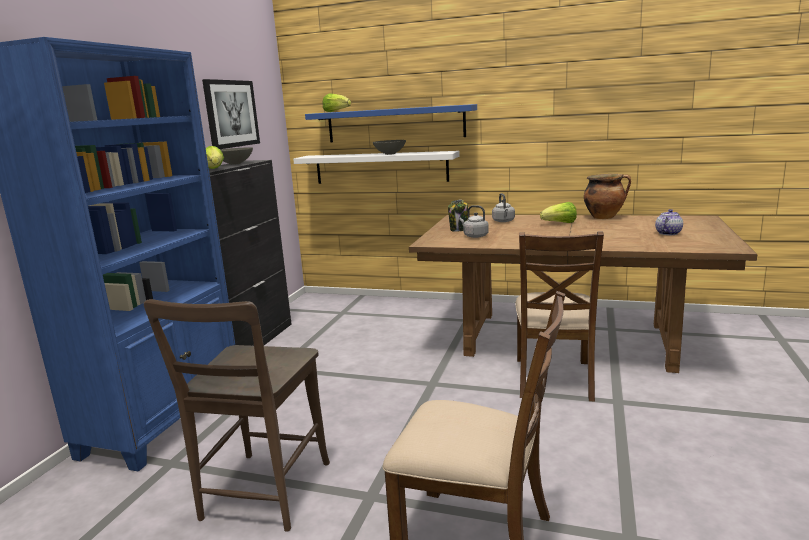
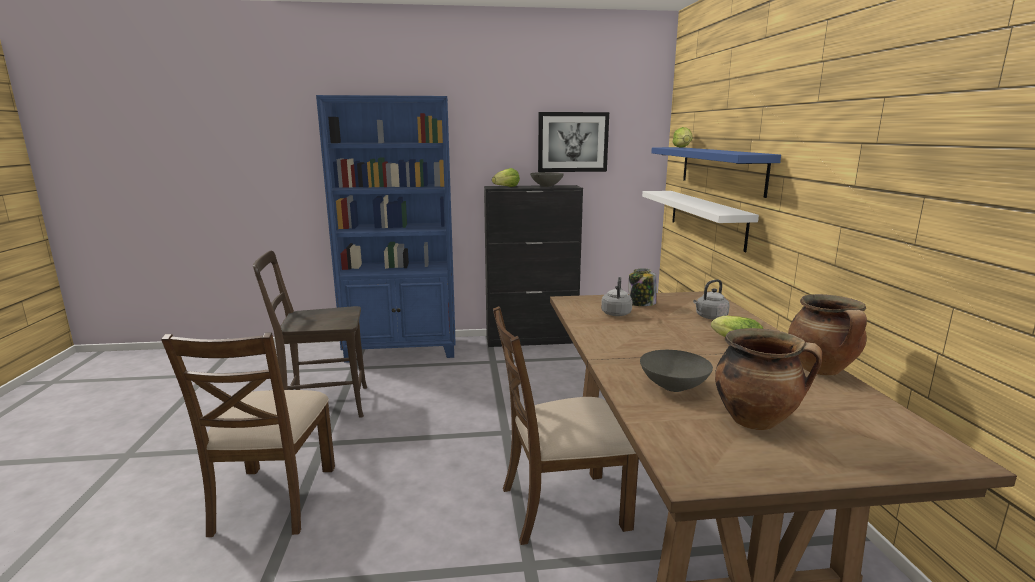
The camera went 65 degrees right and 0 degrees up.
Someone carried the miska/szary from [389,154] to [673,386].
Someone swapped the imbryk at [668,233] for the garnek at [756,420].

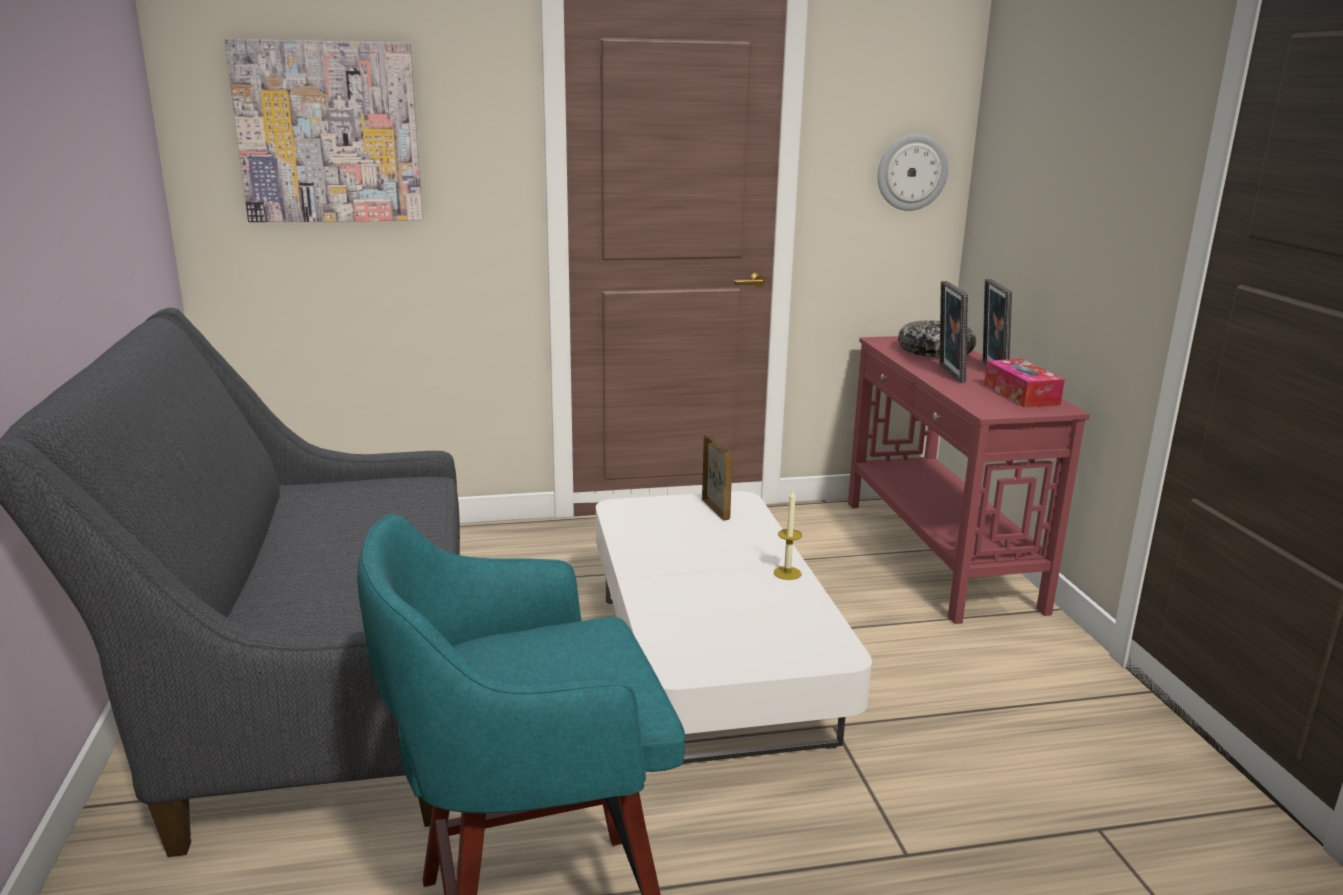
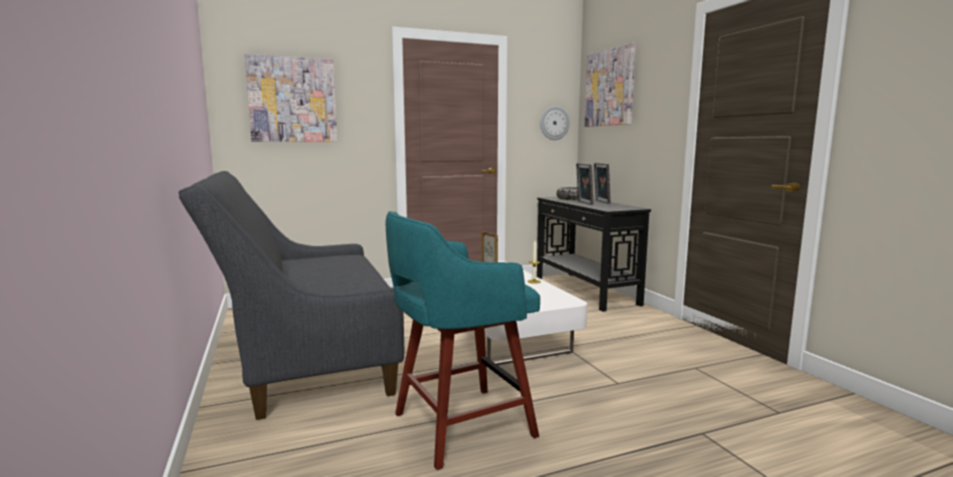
The camera went 10 degrees left and 10 degrees down.
Someone repainted the stolik konsolowy/czerwony at [938,554], which became the stolik konsolowy/czarny at [584,290].
Someone put up the obraz at [610,88].
Someone took away the pudełko chusteczek at [1021,394].

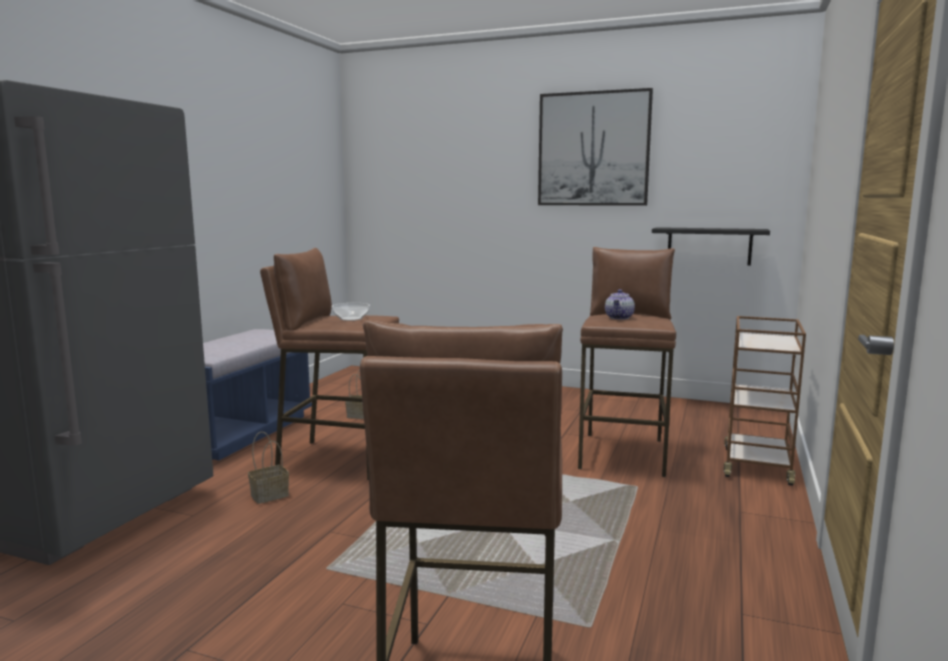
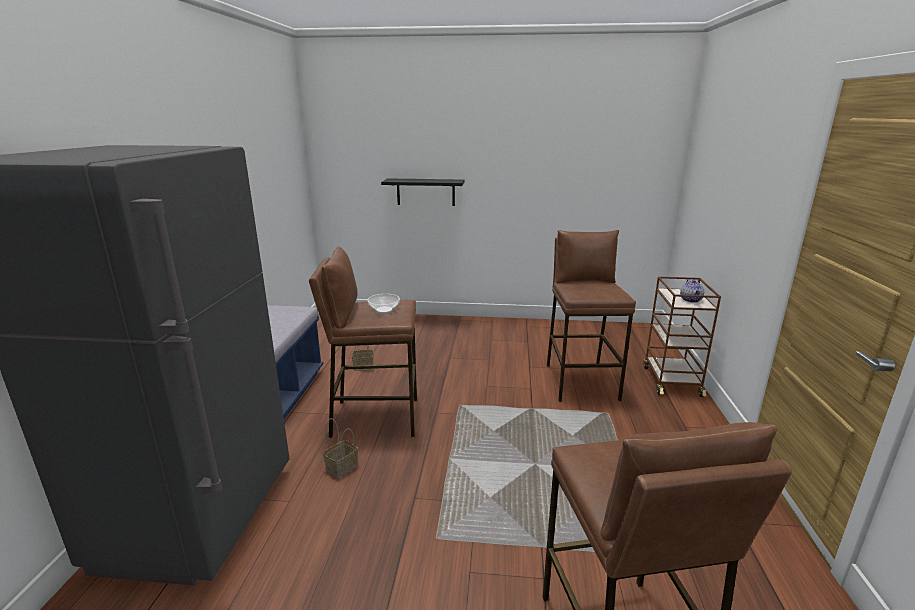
The camera went 15 degrees left and 10 degrees up.
Someone carried the półka/czarny from [709,246] to [425,192].
Someone carried the imbryk from [619,317] to [691,300].
Someone took away the obraz at [593,149].

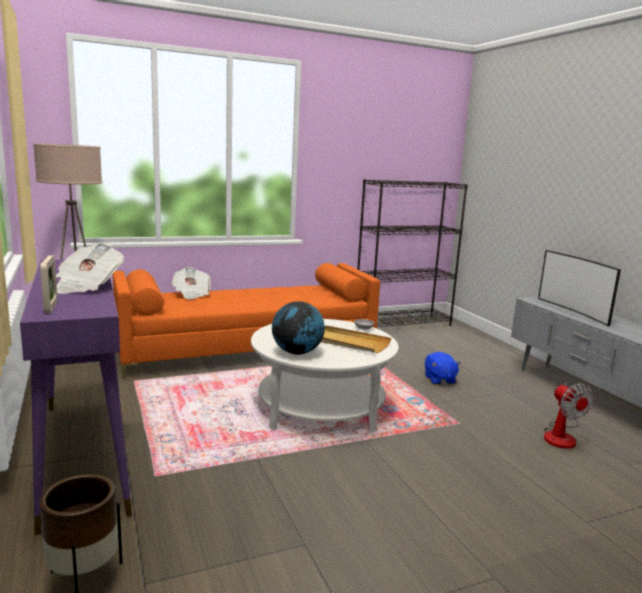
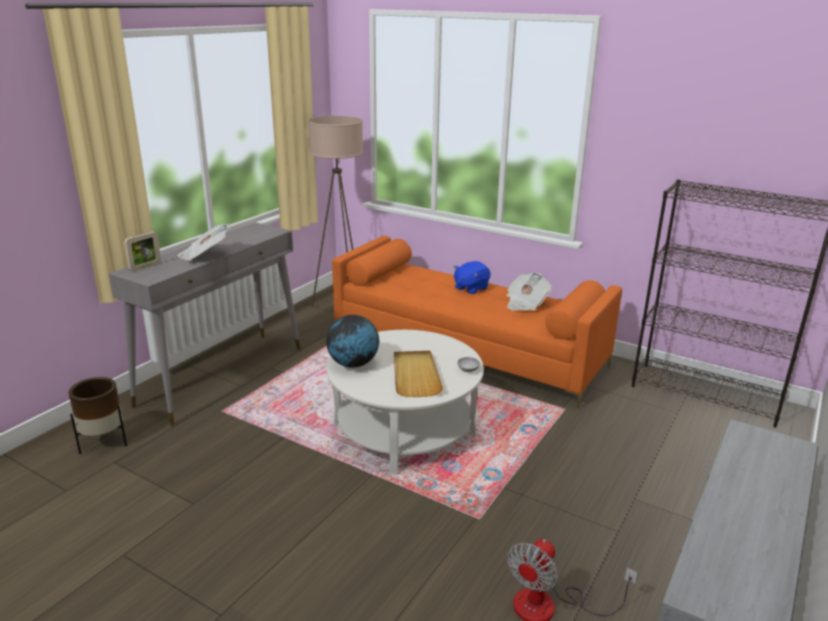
The camera went 55 degrees right and 10 degrees up.
Someone repainted the stolik konsolowy/fioletowy at [83,453], which became the stolik konsolowy/szary at [223,375].
Someone carried the pluszak/niebieski from [439,380] to [470,288].
Someone carried the gazeta from [191,294] to [525,303].
Someone took away the telewizor at [574,311].

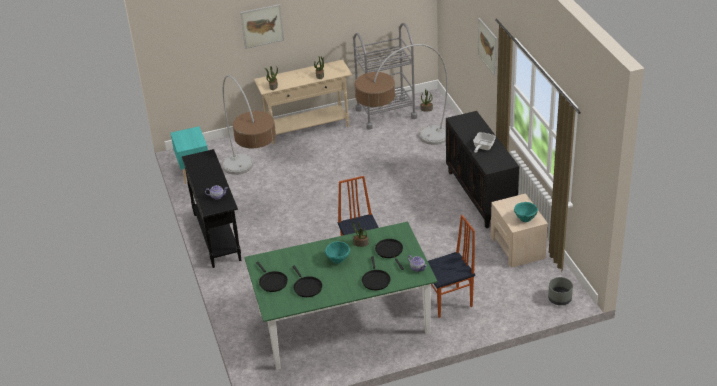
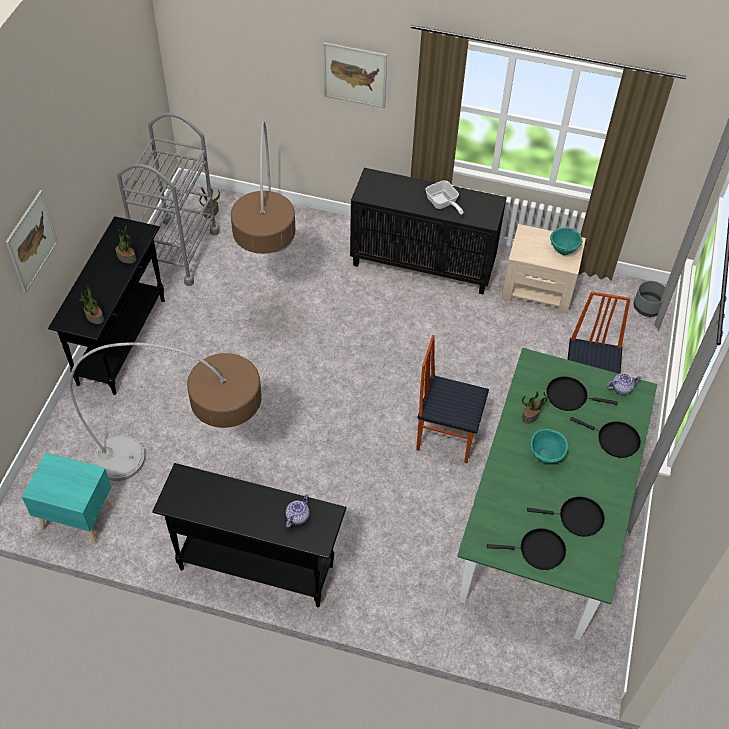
The camera went 60 degrees left and 15 degrees up.
Someone repainted the stolik konsolowy/beżowy at [308,129], which became the stolik konsolowy/czarny at [122,341].

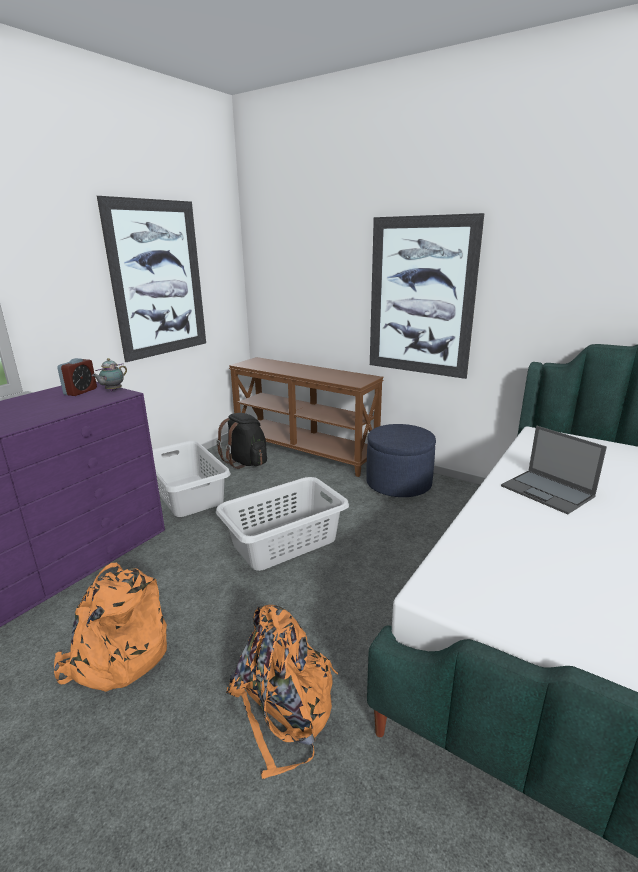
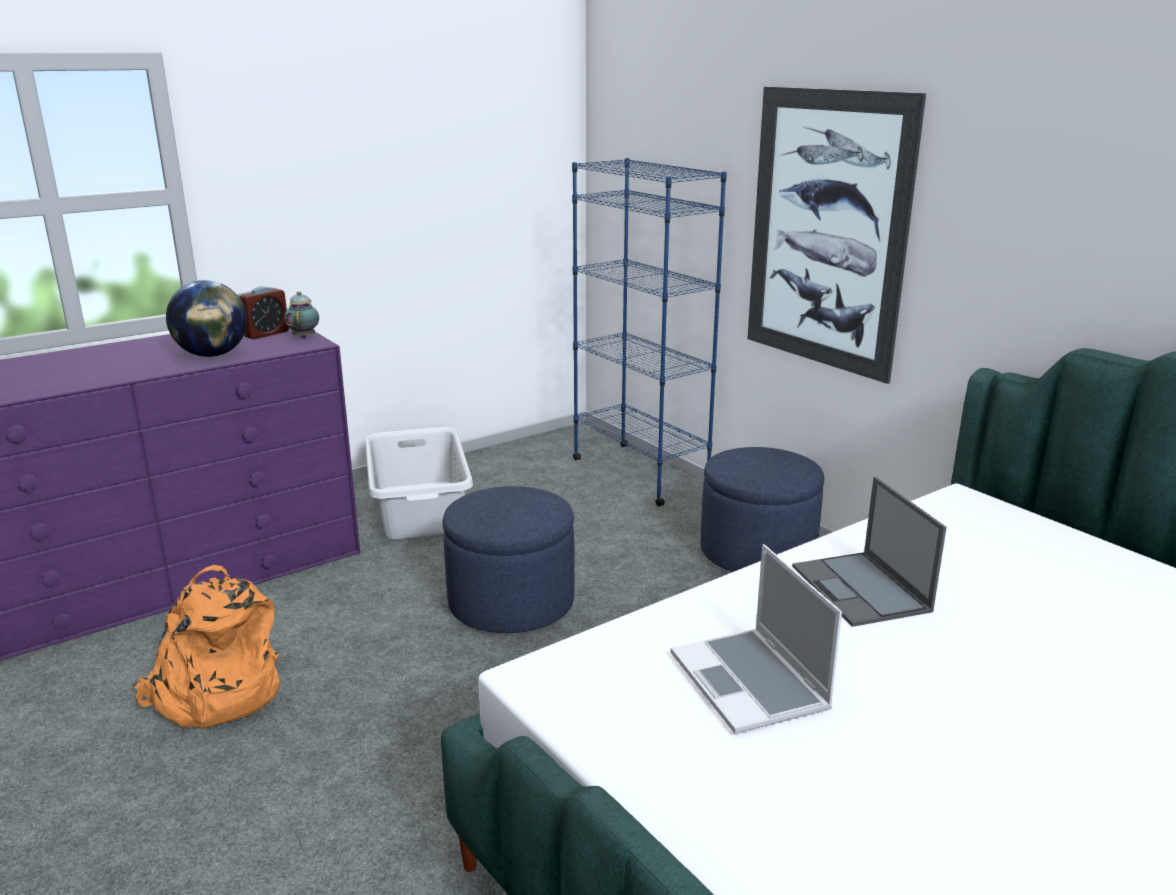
The camera went 20 degrees right and 0 degrees up.
Someone put down the globus at [212,355].
Someone rotated the imbryk at [112,390] by 120 degrees clockwise.
Someone swapped the kosz na pranie/szary at [283,541] for the pufa/niebieski at [511,602].
Someone swapped the stolik konsolowy/brązowy at [305,451] for the regał/niebieski at [640,473].
Someone put down the laptop at [751,683].
Someone took away the obraz at [158,279].
Someone took away the plecak/czarny at [246,462].
Someone took away the plecak/pomarańczowy at [284,708].

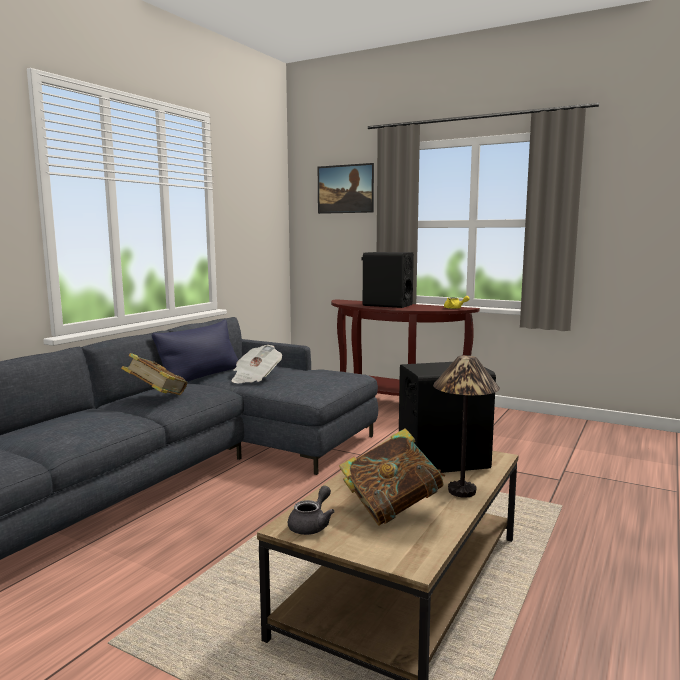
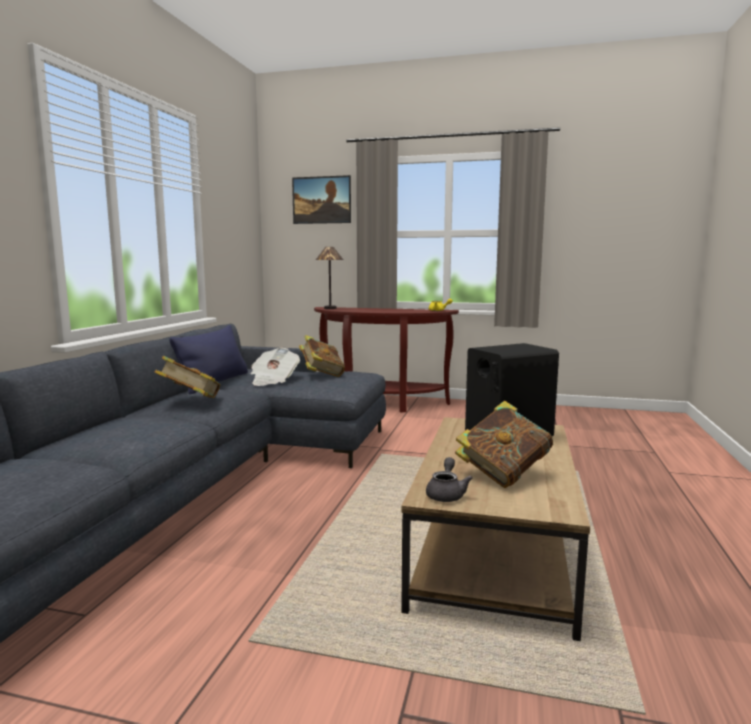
The camera went 15 degrees left and 0 degrees up.
Someone put down the książka at [321,375].
Someone carried the lampa stołowa from [461,491] to [330,308].
Someone took away the głośnik/czarny at [387,305].

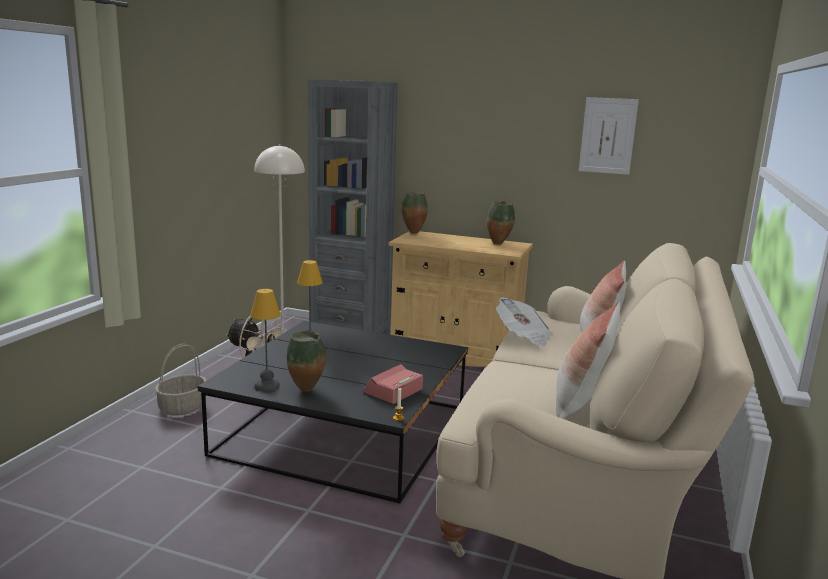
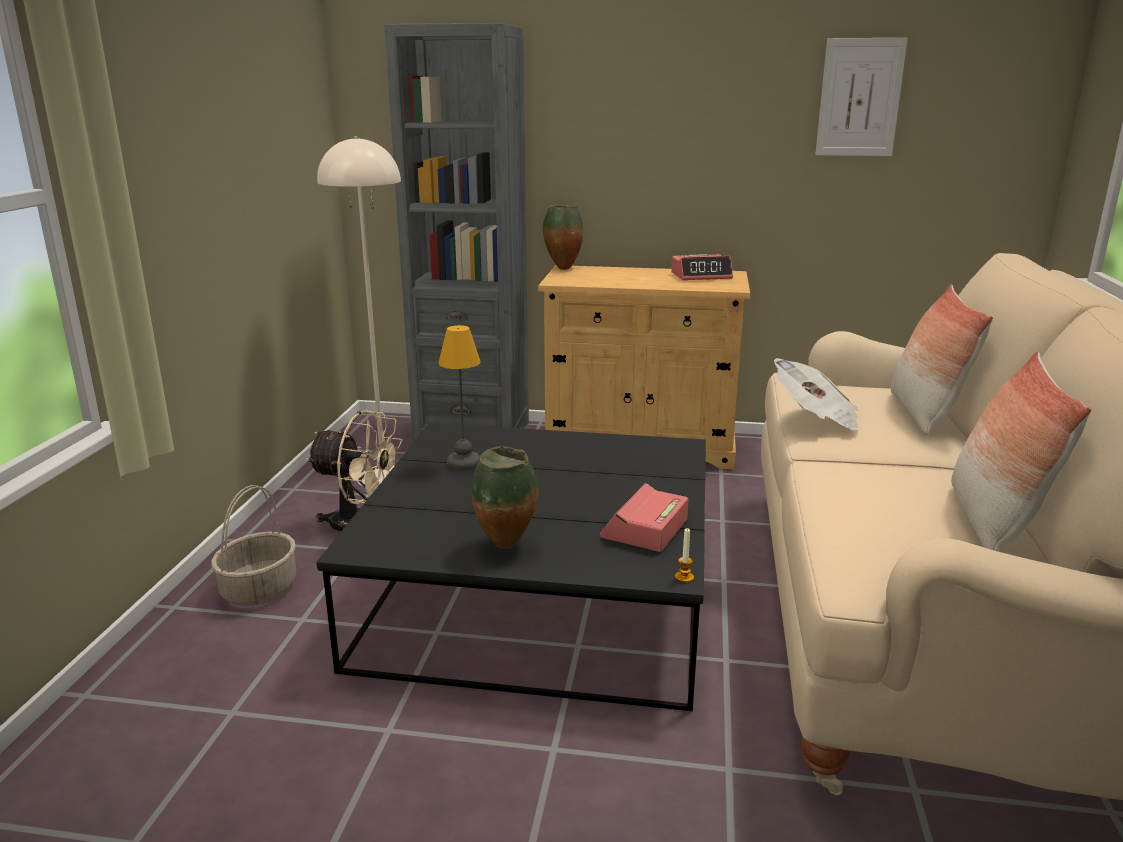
The camera went 10 degrees left and 5 degrees up.
Someone swapped the wazon at [499,244] for the budzik at [701,276].
Someone took away the lampa stołowa at [266,386].

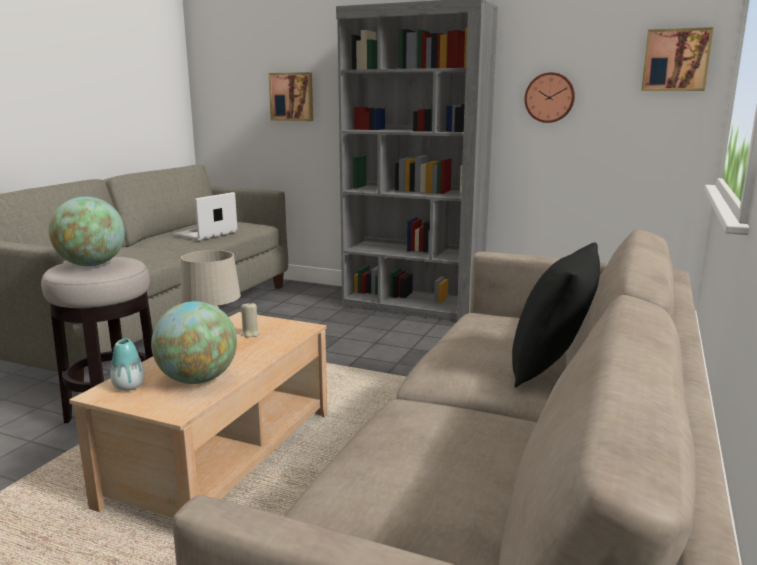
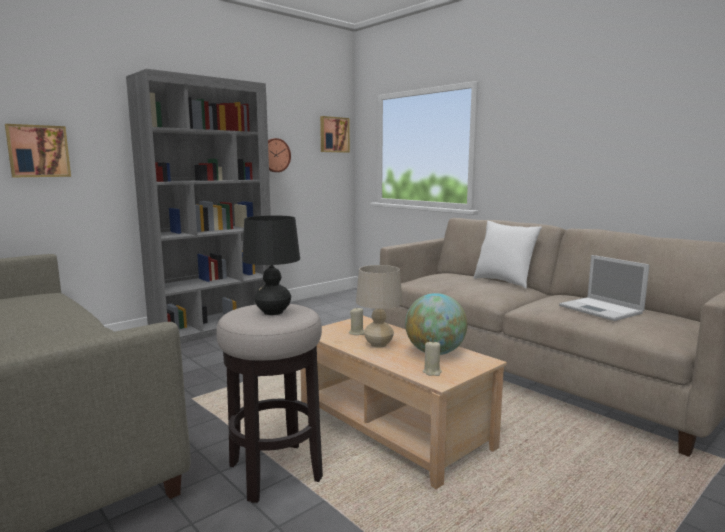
The camera went 65 degrees left and 5 degrees down.
Someone swapped the globus at [92,265] for the lampa stołowa/czarny at [273,312].
Someone swapped the wazon at [129,386] for the świeca/beżowy at [432,372].
Someone repainted the poduszka/czarny at [551,368], which became the poduszka/biały at [504,282].
Someone carried the laptop from [204,234] to [602,310].

